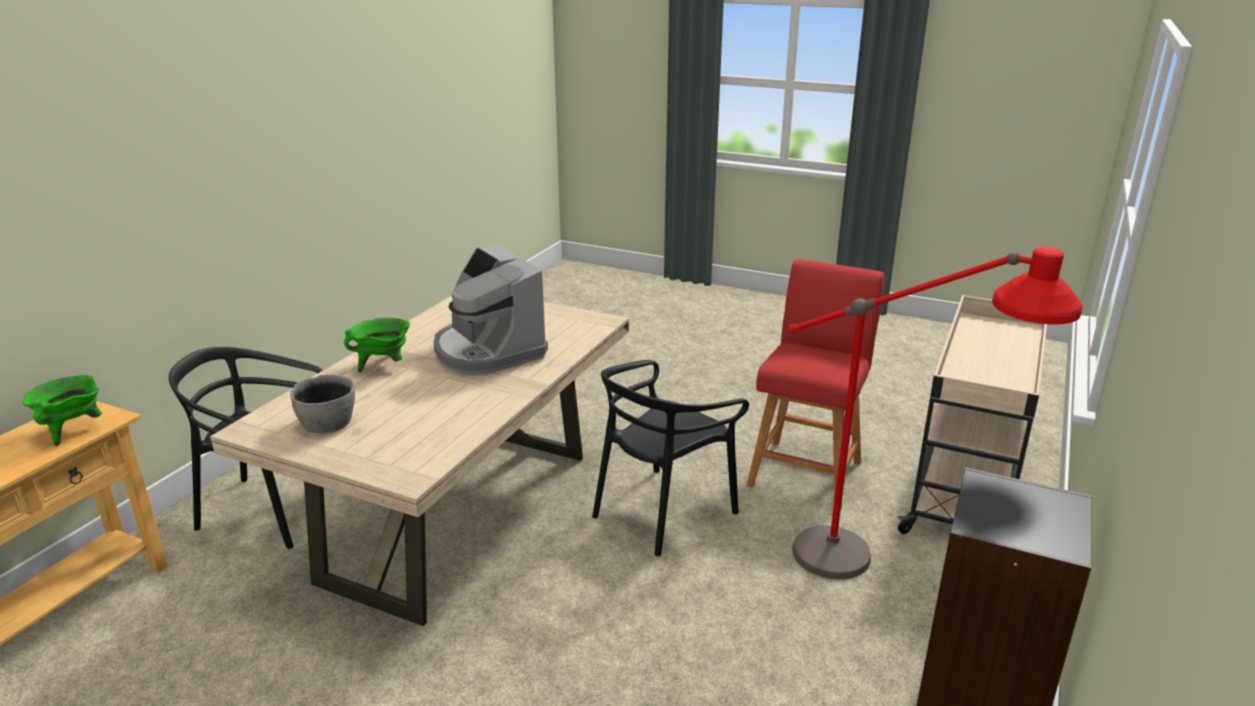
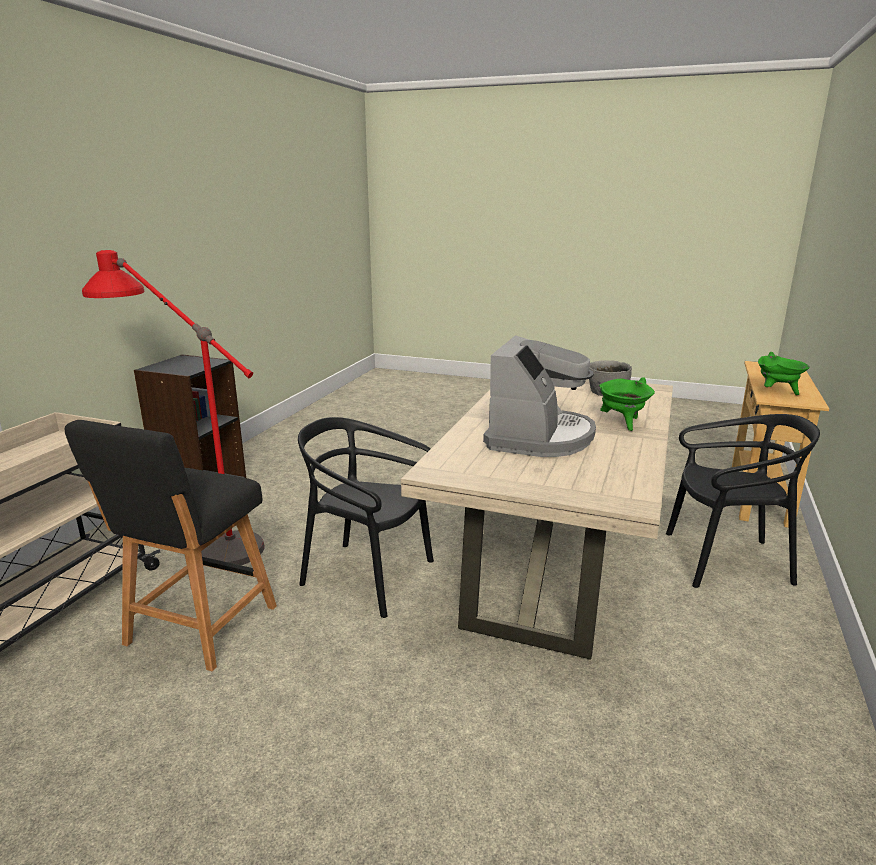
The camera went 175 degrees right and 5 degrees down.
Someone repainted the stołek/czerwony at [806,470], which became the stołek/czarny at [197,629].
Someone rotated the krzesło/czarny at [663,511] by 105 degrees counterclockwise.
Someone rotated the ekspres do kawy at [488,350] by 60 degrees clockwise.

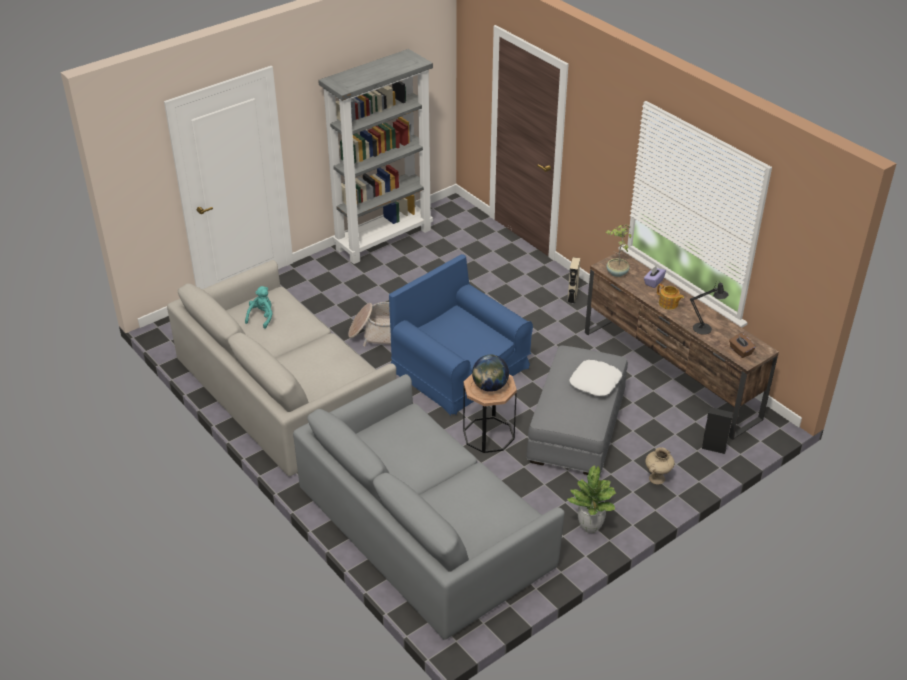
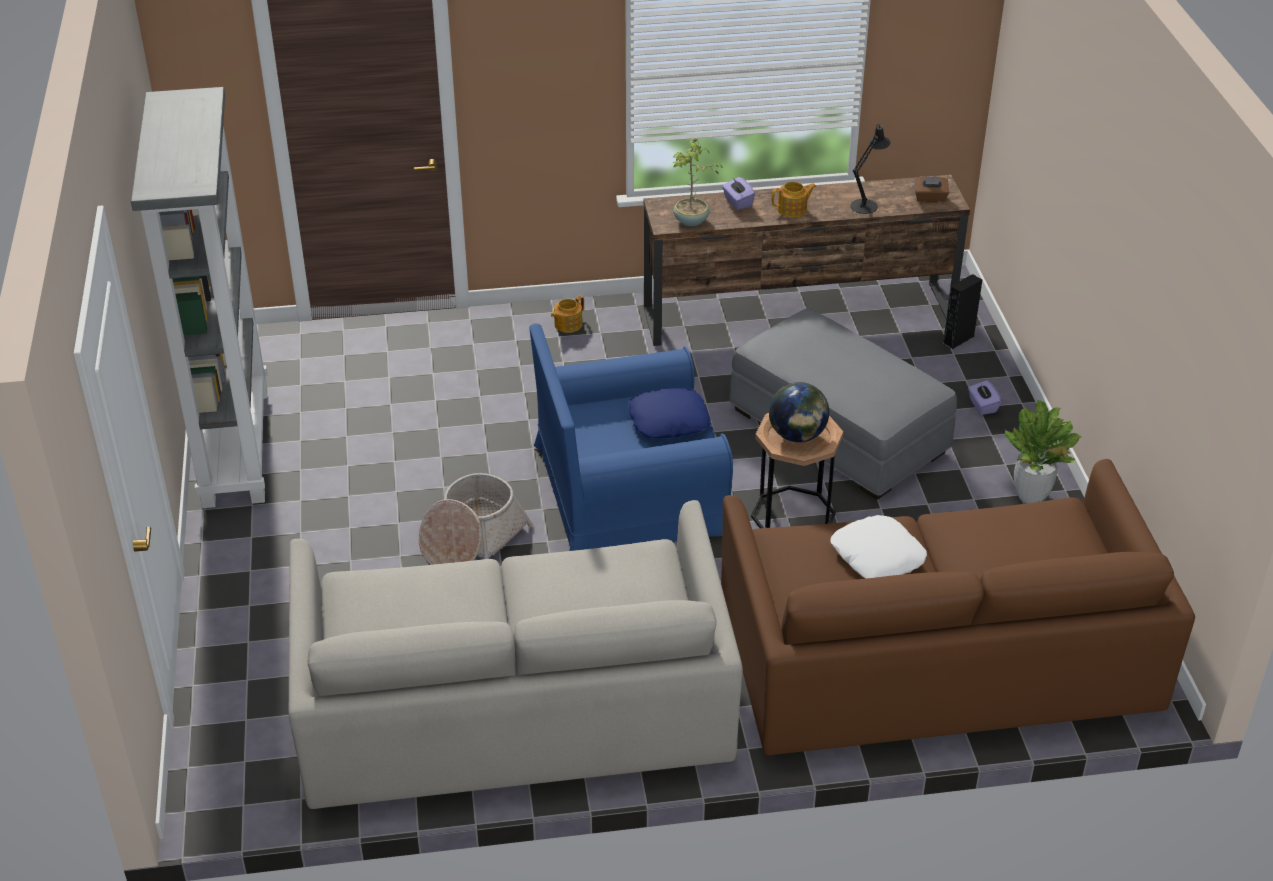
The camera went 60 degrees left and 0 degrees up.
Someone swapped the głośnik/beżowy at [572,297] for the imbryk at [567,324].
Someone put down the poduszka/niebieski at [668,420].
Someone repainted the kanapa/szary at [424,526], which became the kanapa/brązowy at [935,650].
Someone carried the poduszka/biały from [594,382] to [877,556].
Someone swapped the wazon/beżowy at [657,479] for the pudełko chusteczek/fioletowy at [982,406].
Someone took away the pluszak/turkusowy at [262,317].

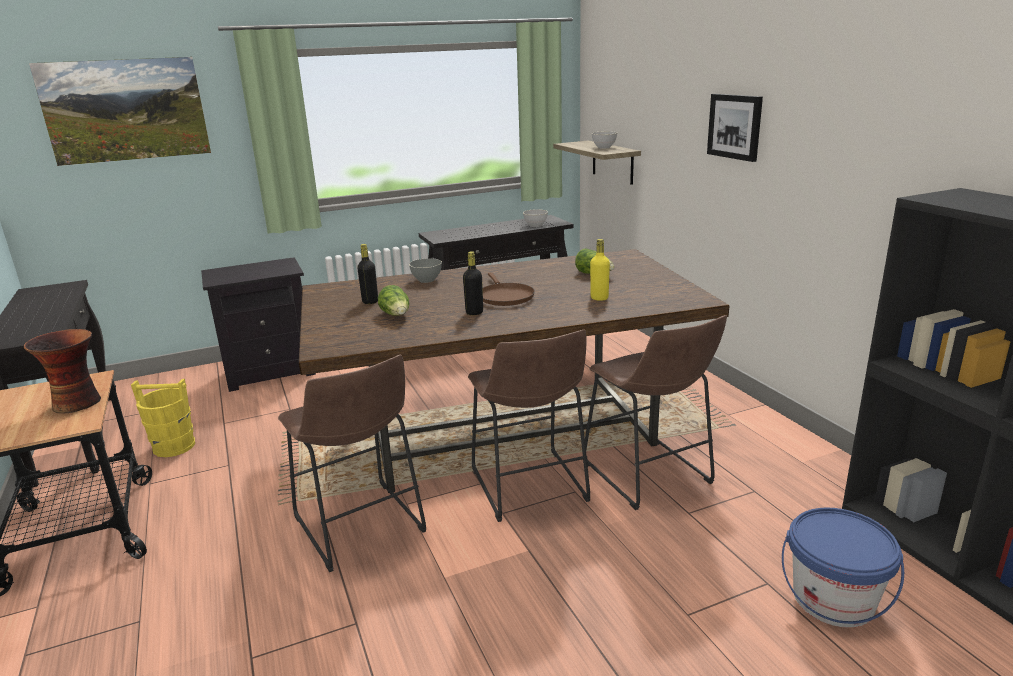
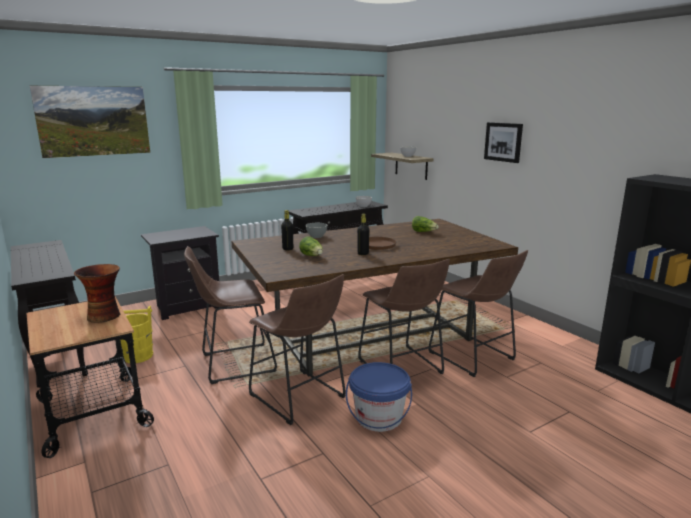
The camera went 10 degrees left and 5 degrees down.
Someone put down the stołek/brązowy at [233,364].
Someone carried the wiadro/niebieski from [833,599] to [378,418].
Someone took away the butelka/żółty at [599,298].

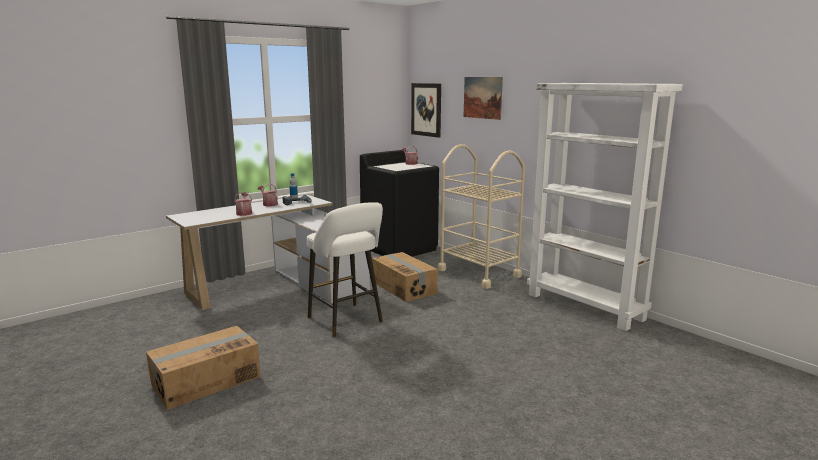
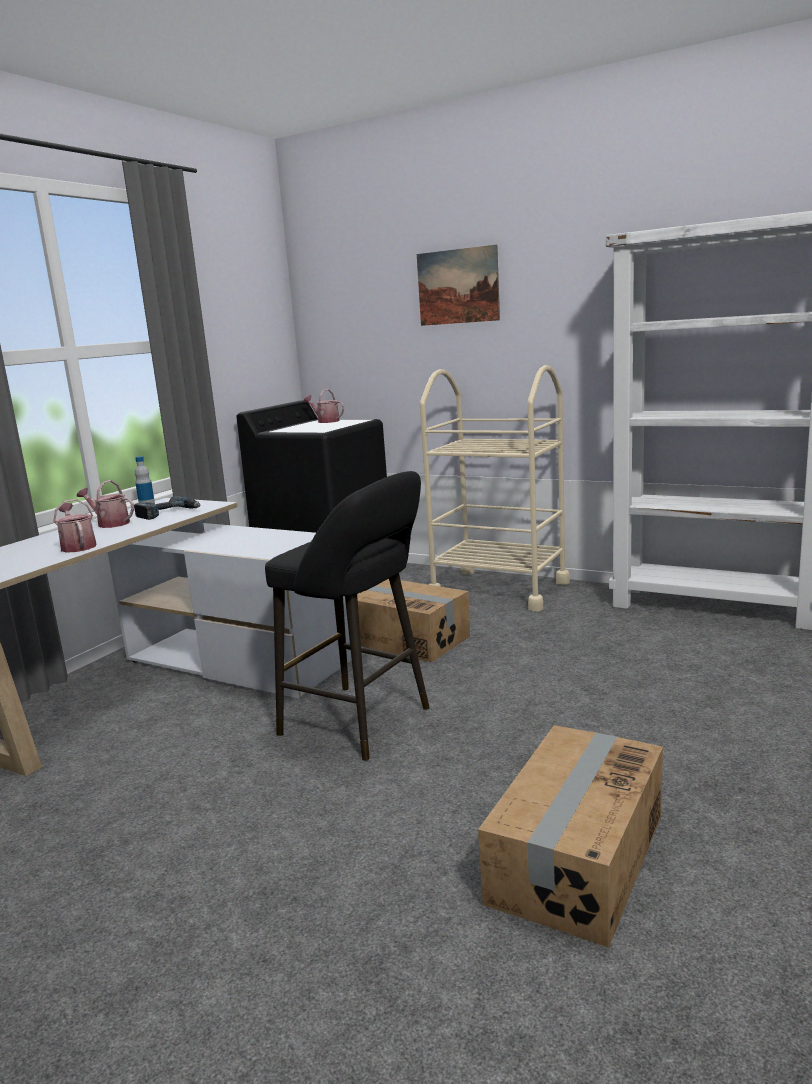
The camera went 20 degrees left and 0 degrees up.
Someone repainted the stołek/biały at [347,321], which became the stołek/czarny at [362,723].
Someone carried the karton from [205,380] to [576,857].
Someone took away the obraz at [426,109].

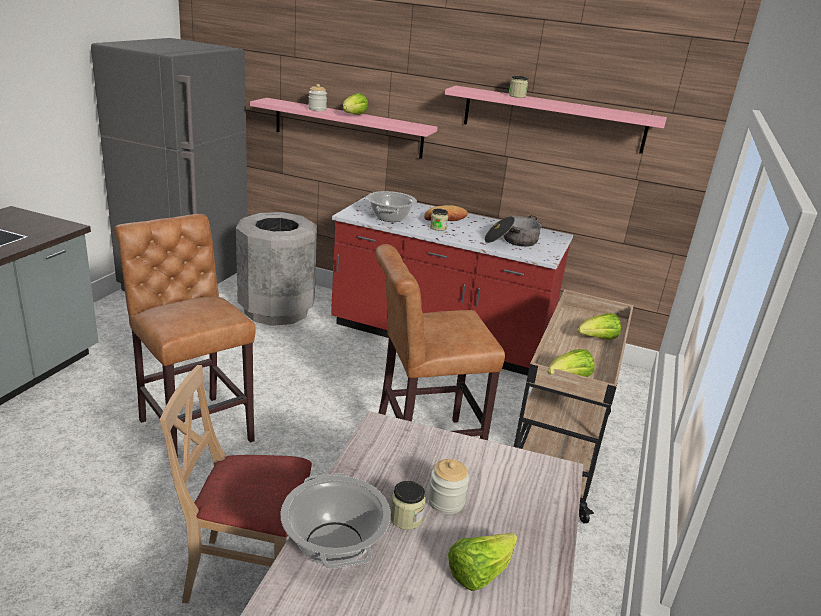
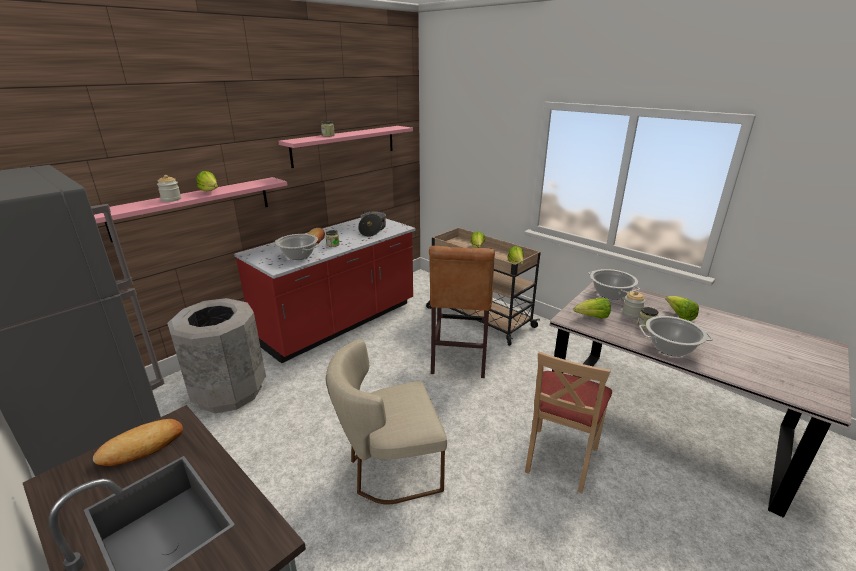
The camera went 65 degrees left and 0 degrees up.
Someone put down the chleb at [142,446].
Someone swapped the stołek/brązowy at [193,427] for the krzesło/beżowy at [389,469].
Someone put down the sałata at [592,317].
Someone put down the garnek at [610,294].

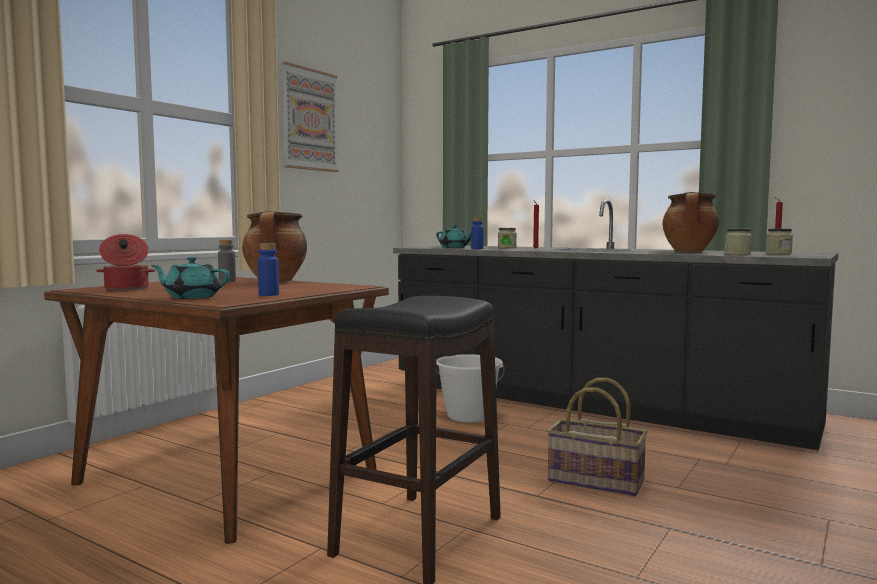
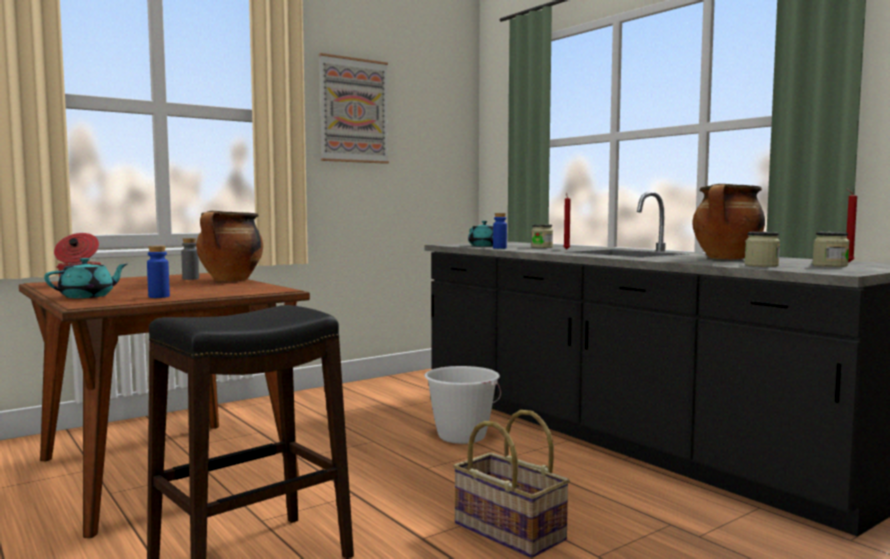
The camera went 20 degrees right and 0 degrees up.
Someone rotated the imbryk/turkusowy at [192,297] by 105 degrees clockwise.

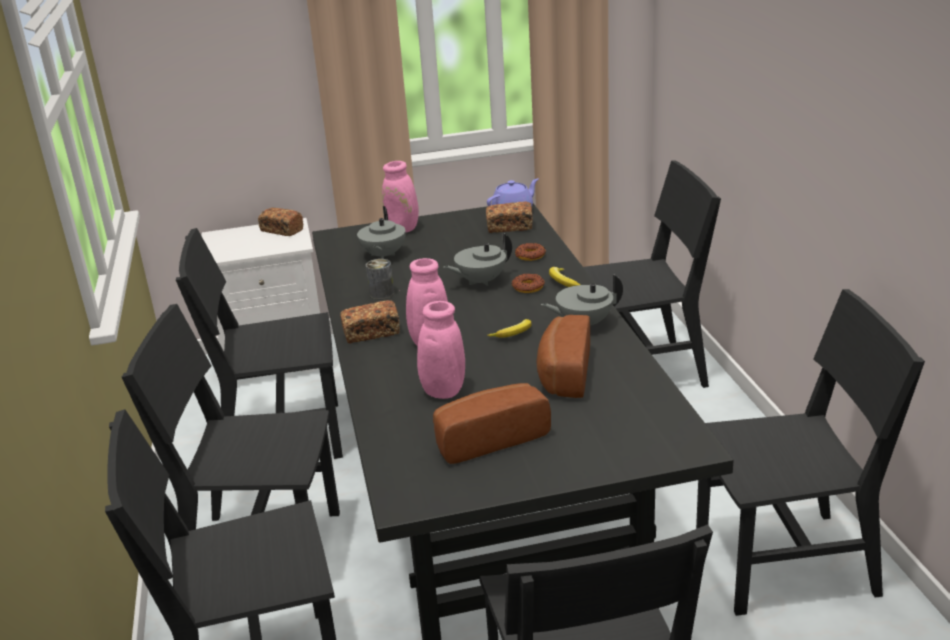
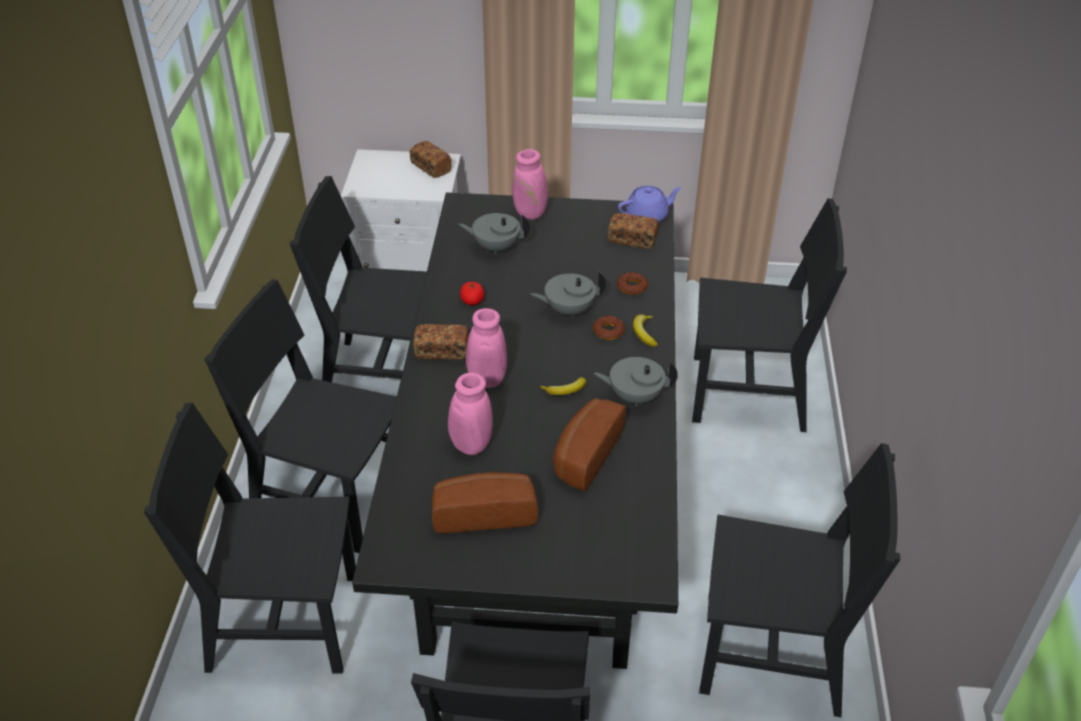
The camera went 15 degrees right and 15 degrees up.
Someone rotated the imbryk/szary at [383,255] by 75 degrees clockwise.
Someone swapped the puszka at [381,294] for the pomidor at [472,300].

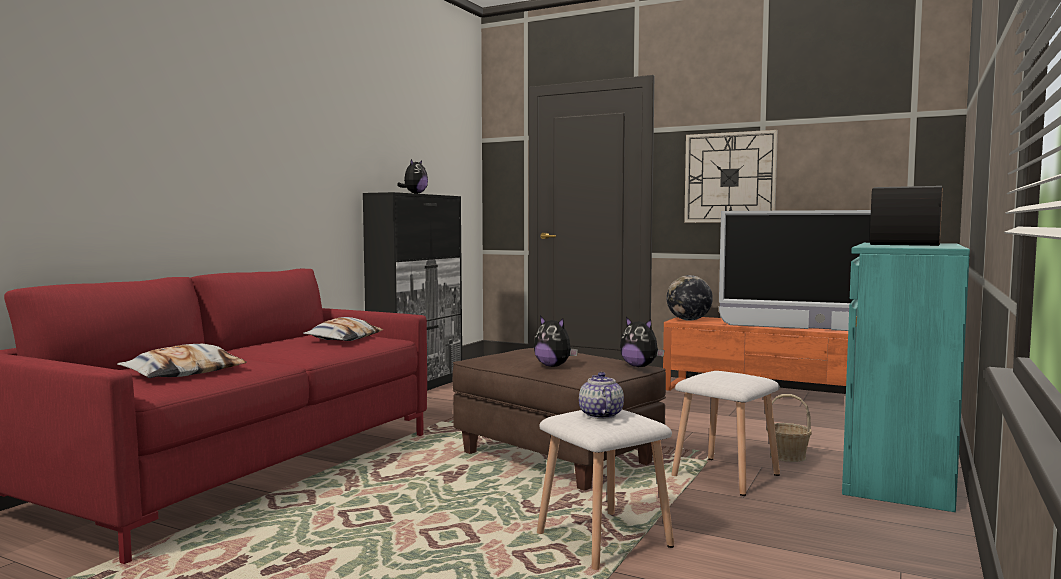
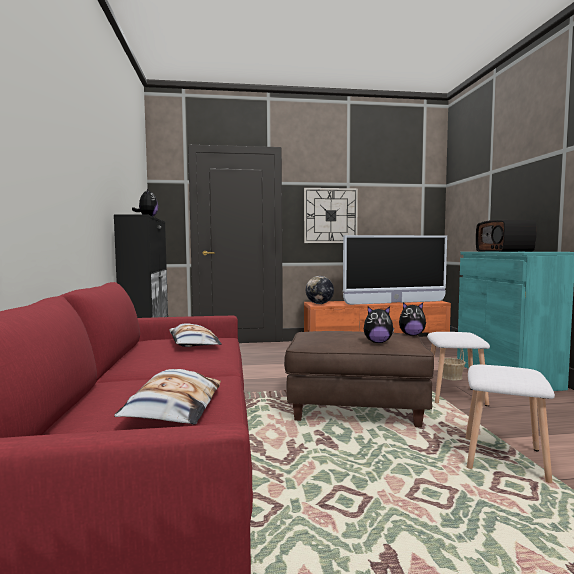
The camera went 35 degrees left and 0 degrees up.
Someone took away the imbryk at [600,415].

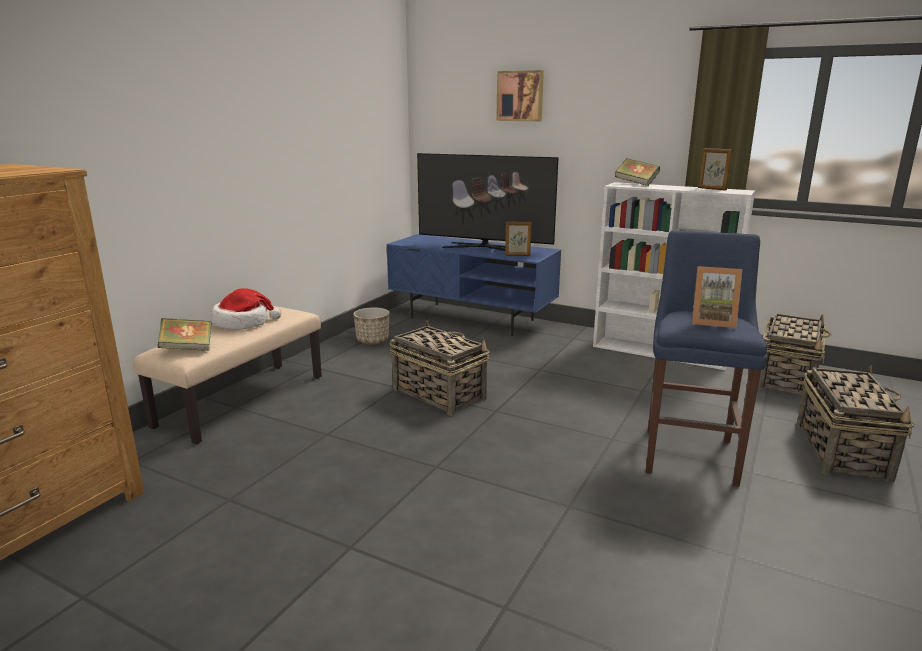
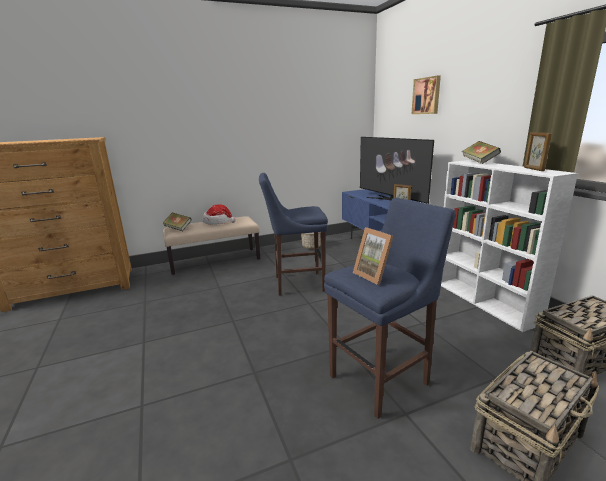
The camera went 40 degrees right and 0 degrees up.
Someone swapped the koszyk at [438,393] for the stołek/niebieski at [296,283].

